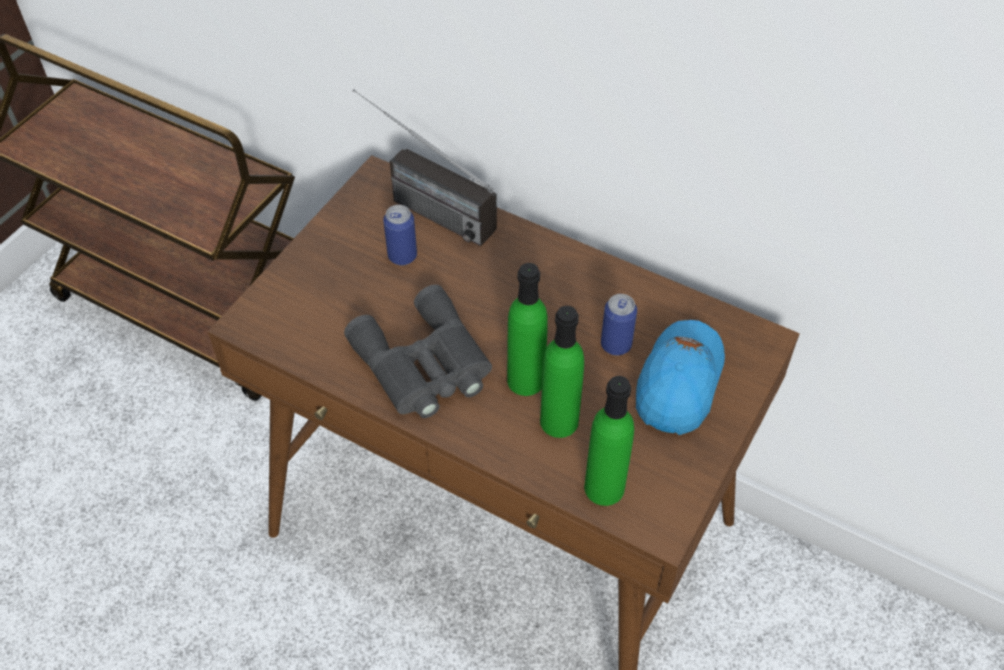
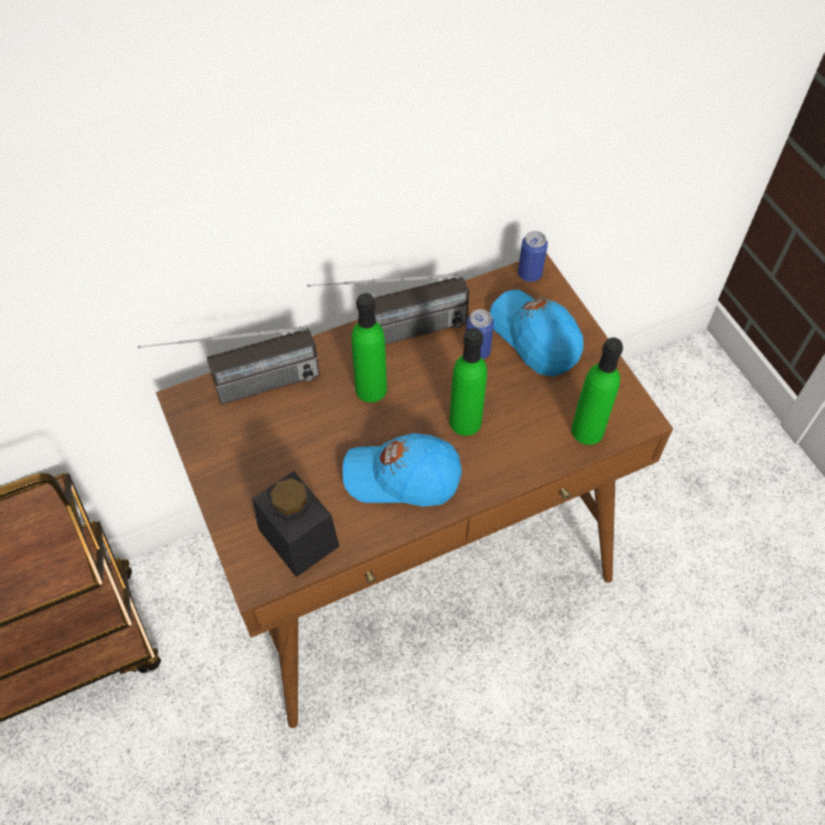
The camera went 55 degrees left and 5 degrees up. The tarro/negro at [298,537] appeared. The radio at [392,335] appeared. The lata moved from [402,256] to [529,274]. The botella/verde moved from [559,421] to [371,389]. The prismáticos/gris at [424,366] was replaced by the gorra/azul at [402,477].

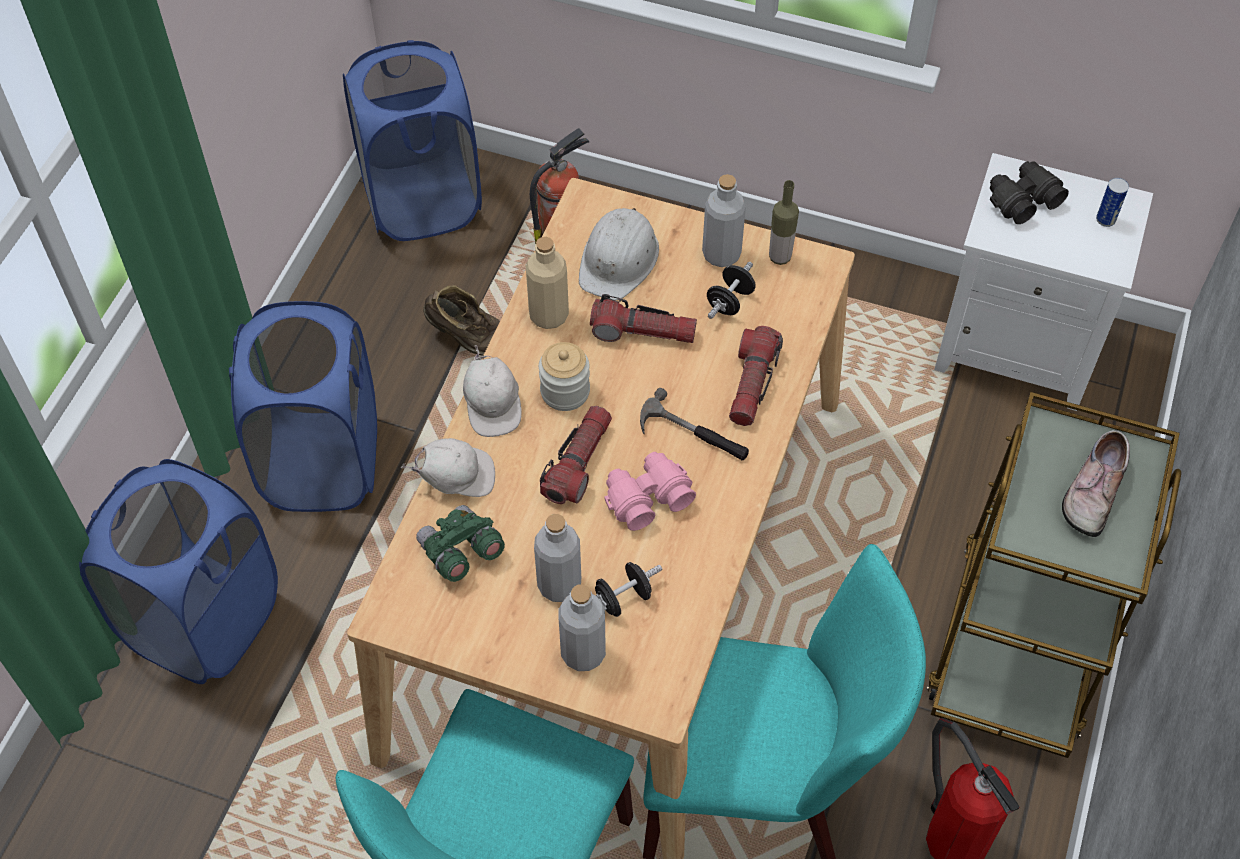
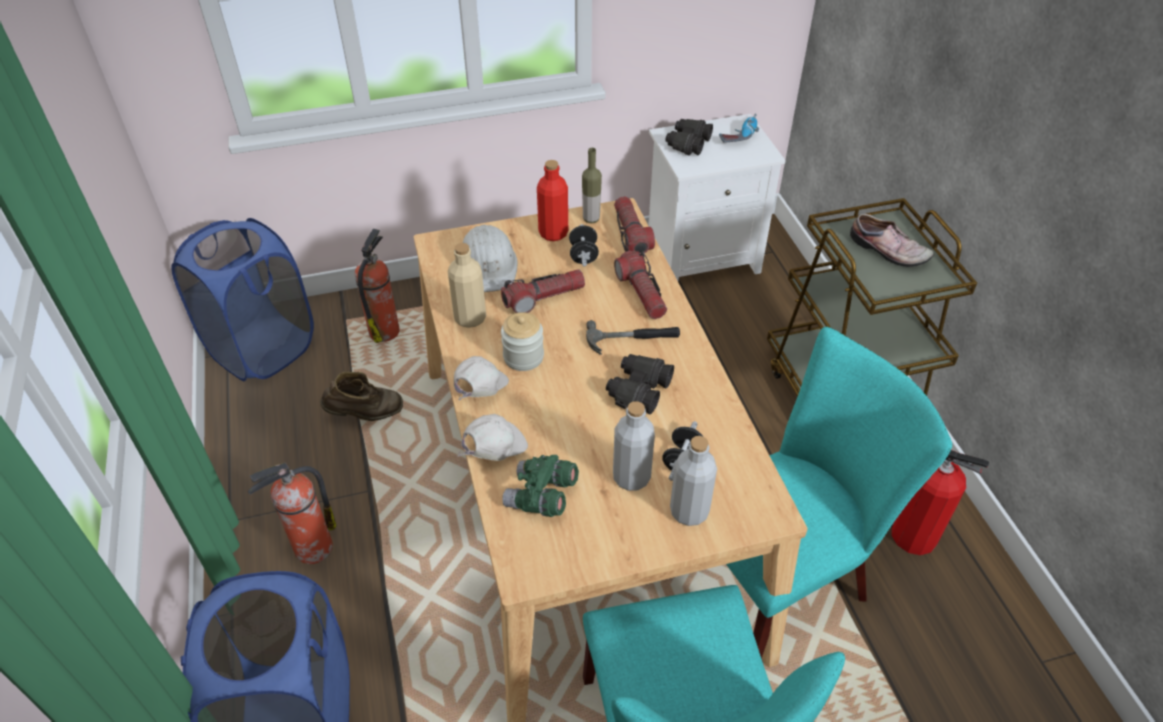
The camera went 35 degrees left and 10 degrees down. The linterna moved from [578,463] to [631,234]. The cesto de la ropa/azul at [322,462] was replaced by the extintor at [311,549]. The lata at [1105,220] was replaced by the taladro at [740,135]. The prismáticos/rosa at [646,497] became the prismáticos/negro at [638,390]. The botella/gris at [721,254] became the botella/rojo at [553,233]. The gorra/blanco at [493,405] turned 105 degrees counterclockwise. The zapato at [1091,491] turned 45 degrees counterclockwise.

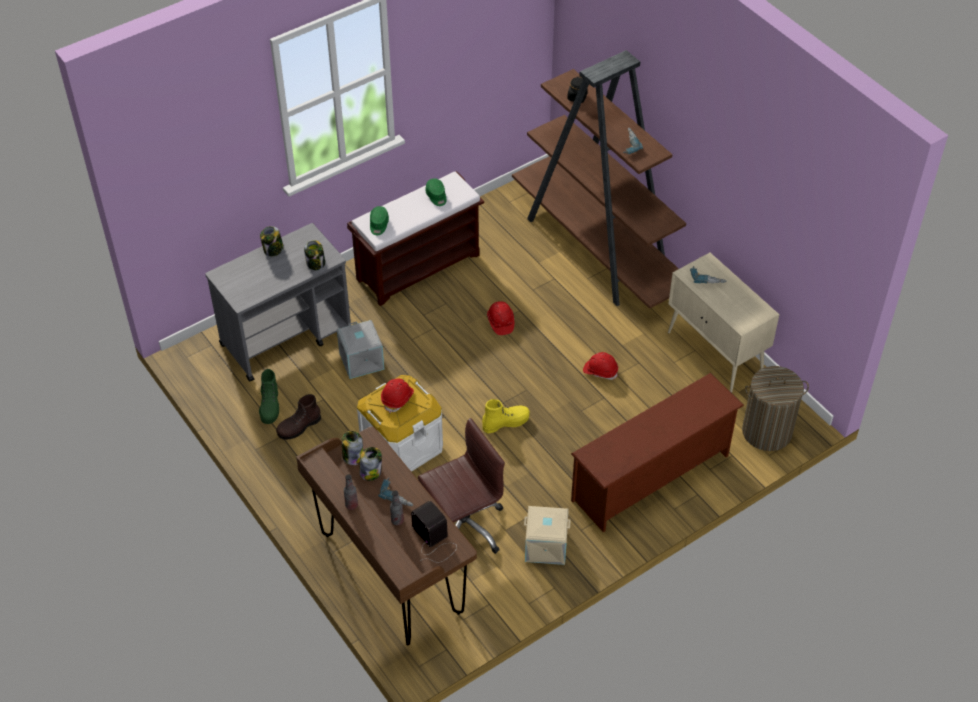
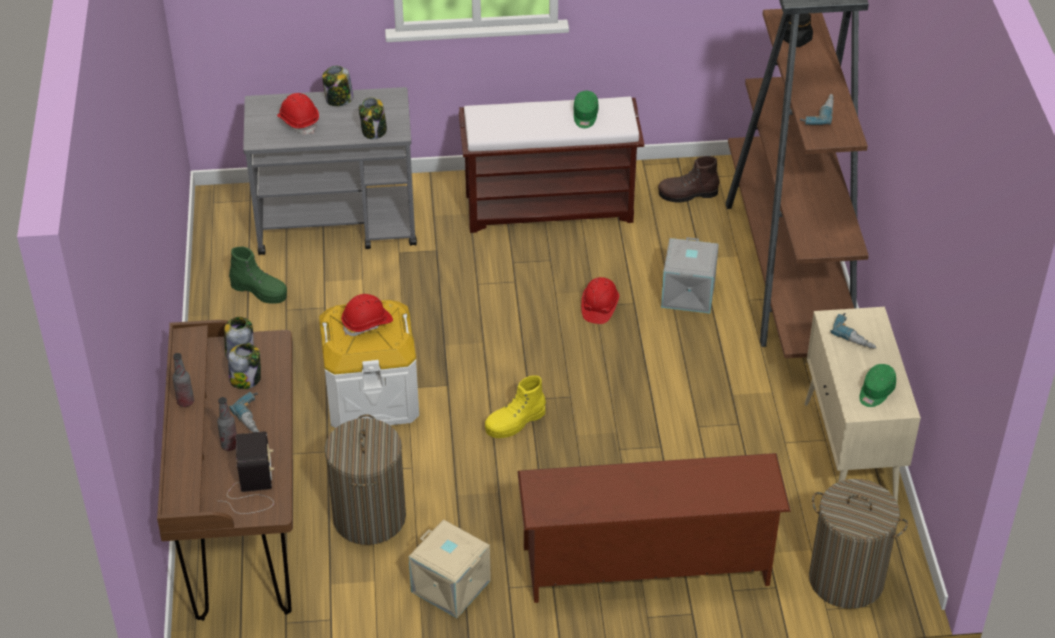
The camera went 30 degrees right and 5 degrees down. The bota/marrón moved from [299,427] to [687,194]. The caja de almacenaje/gris moved from [362,361] to [689,294]. The gorra/verde moved from [378,225] to [876,392]. The casco/rojo moved from [600,371] to [298,121]. The silla de oficina/marrón at [462,526] was replaced by the cesto de la ropa at [369,517]. The bota/verde at [270,407] turned 90 degrees counterclockwise. The bota/amarillo at [505,422] turned 135 degrees clockwise.

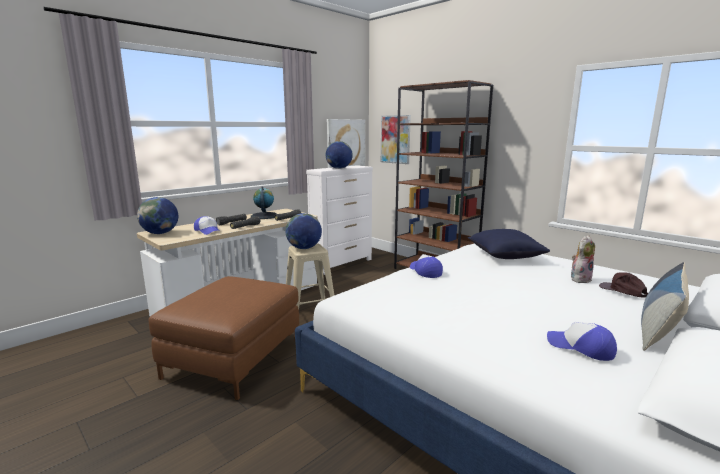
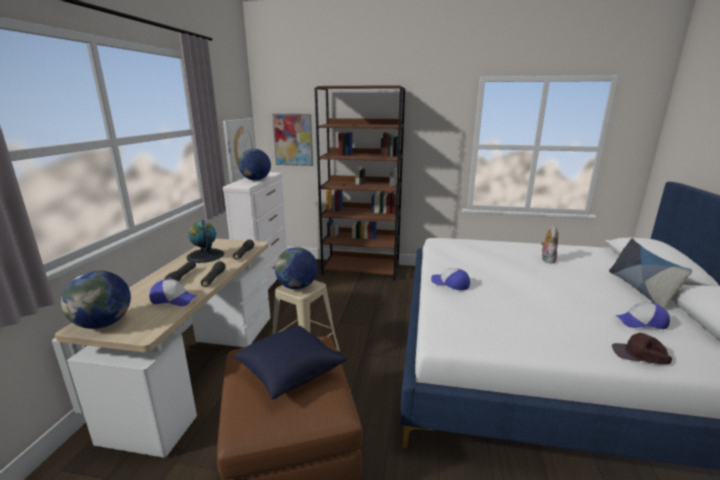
The camera went 35 degrees left and 5 degrees up. The cojín/azul moved from [505,255] to [289,372]. The gorra/marrón moved from [622,291] to [640,355].

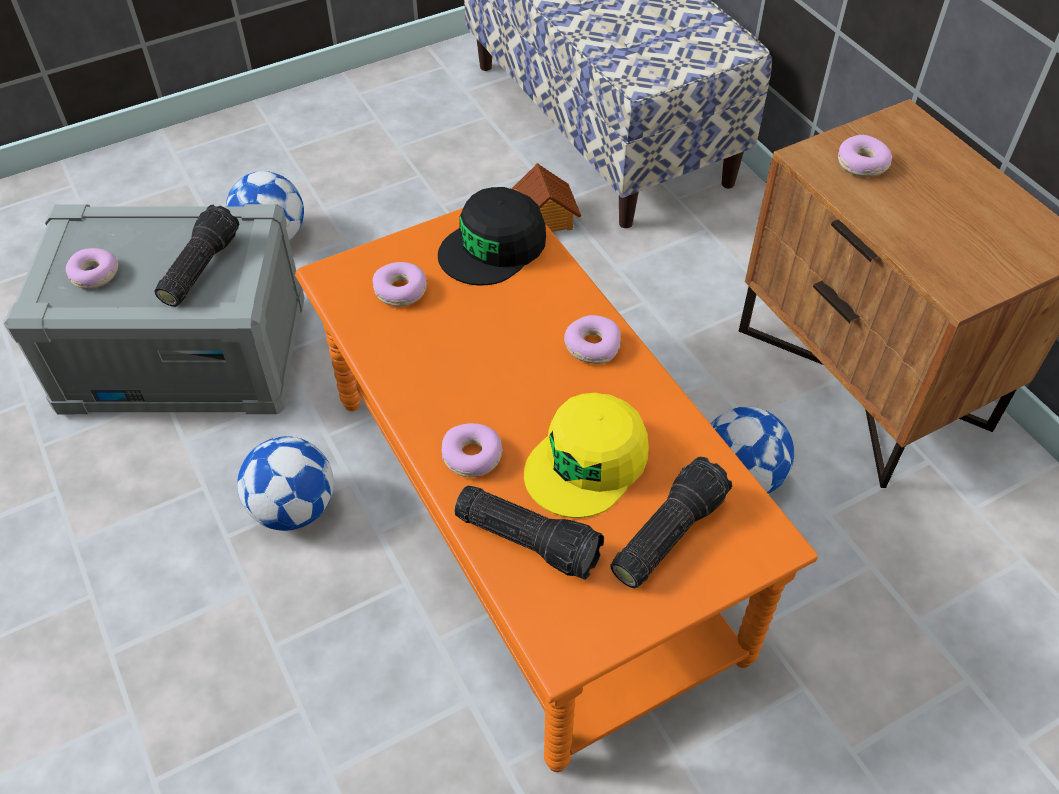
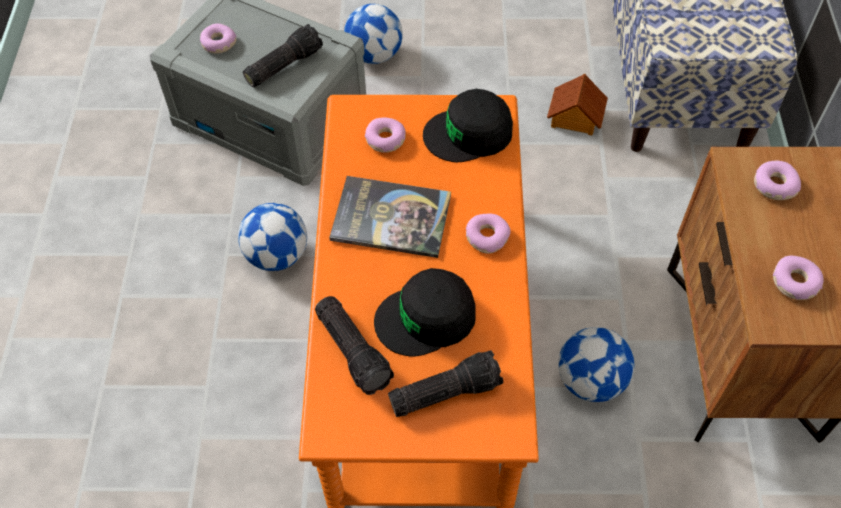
The camera went 30 degrees right and 5 degrees up. The libro at [391,217] appeared. The rosquilla moved from [472,456] to [795,283]. The gorra/amarillo at [587,463] became the gorra/negro at [426,318].

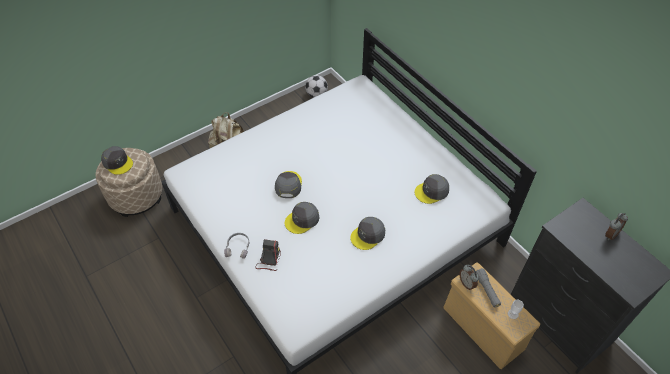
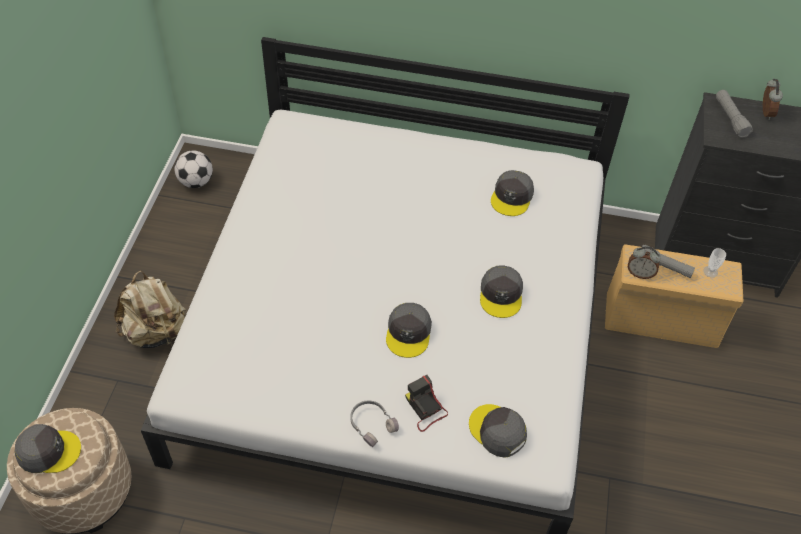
The camera went 45 degrees left and 0 degrees up. The linterna/gris at [730,118] appeared. The gorra/gris moved from [288,185] to [497,431].

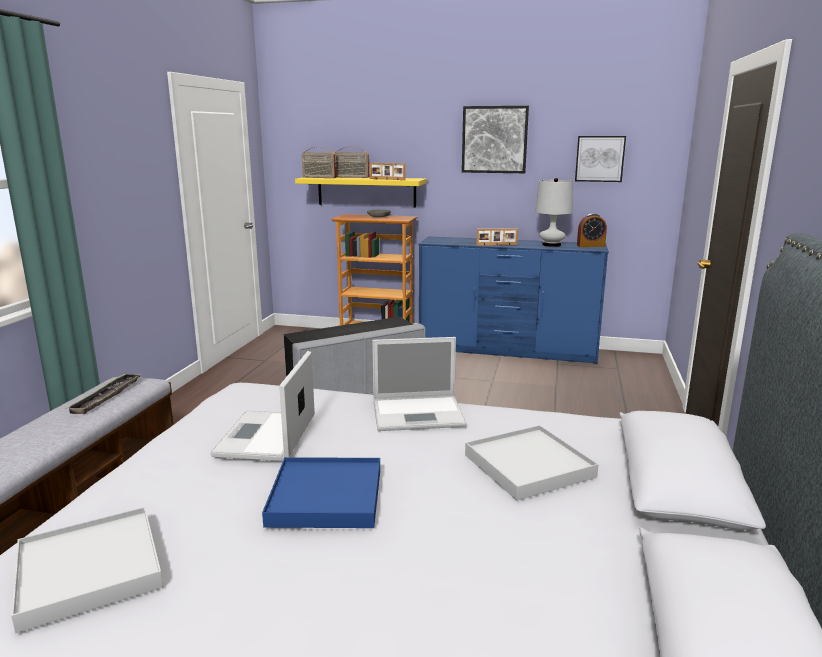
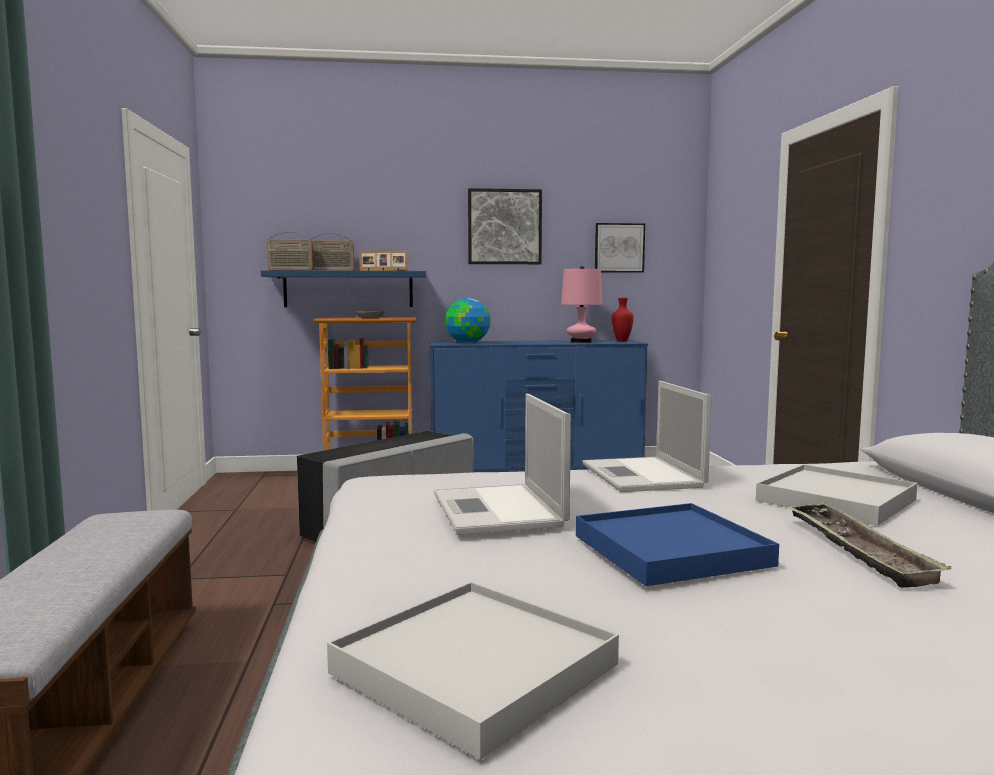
The camera went 20 degrees left and 10 degrees down. The portarretratos at [497,245] disappeared. The globo terráqueo at [467,343] appeared. The bandeja moved from [106,397] to [857,550]. The despertador at [590,246] was replaced by the florero/rojo at [622,341]. The estante/amarillo at [366,191] became the estante/azul at [348,289]. The lámpara de mesa/blanco at [551,245] became the lámpara de mesa/rosa at [581,342]. The portátil at [420,413] turned 105 degrees clockwise.

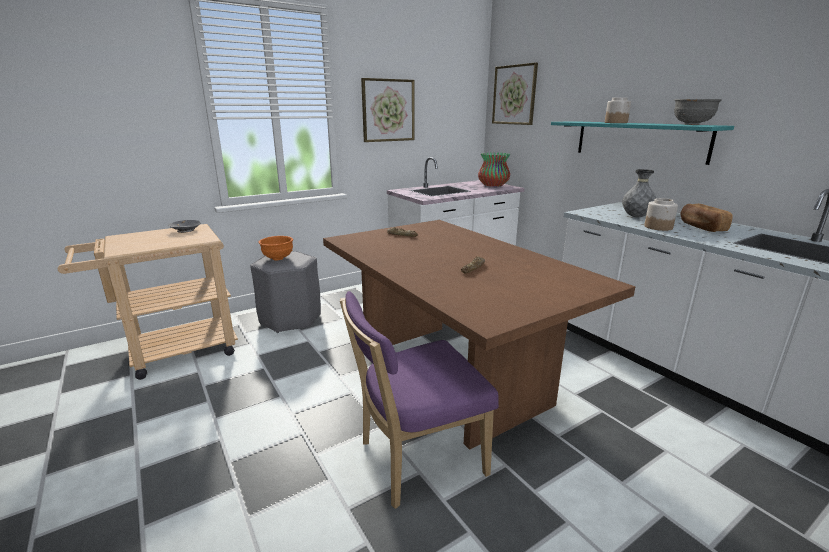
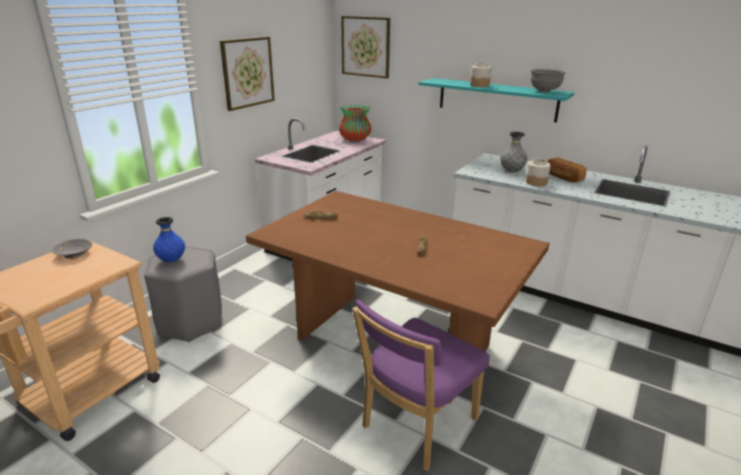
The camera went 25 degrees left and 5 degrees up. The cuenco/naranja at [277,258] was replaced by the florero/azul at [171,260].

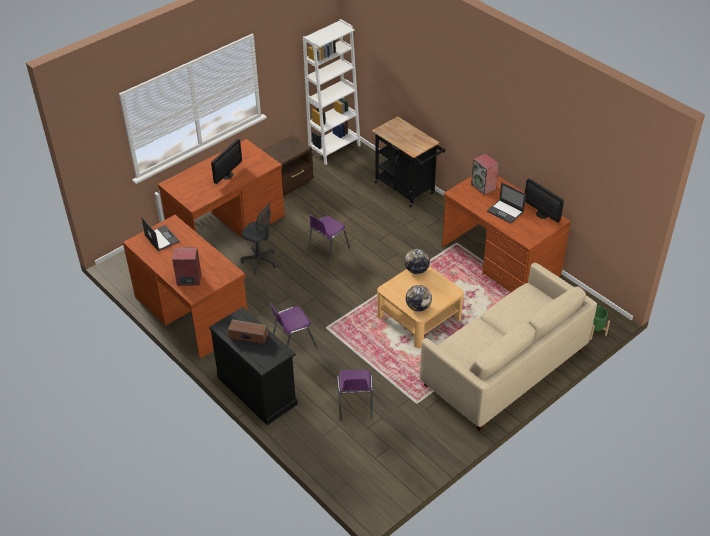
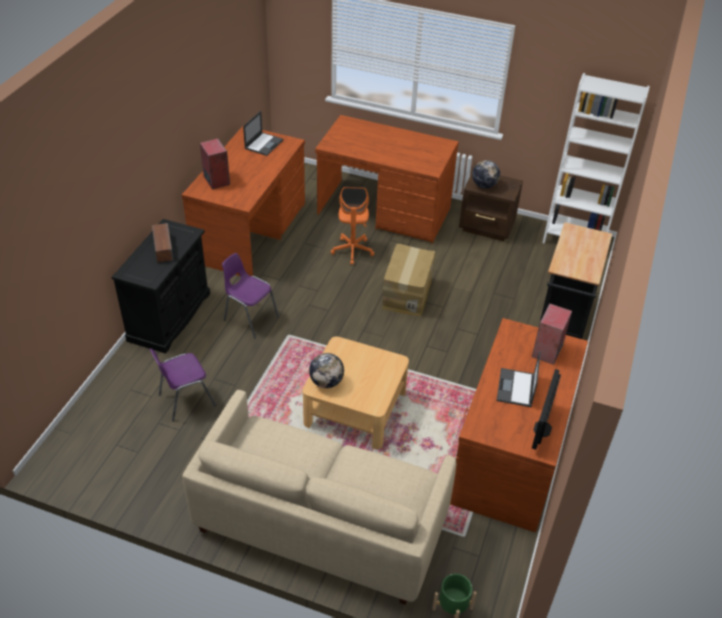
The camera went 60 degrees right and 0 degrees up. The monitor at [227,175] disappeared. The globo terráqueo moved from [416,270] to [484,185]. The silla/morado at [327,251] was replaced by the caja de cartón at [406,293]. The silla de oficina/gris at [260,261] became the silla de oficina/naranja at [352,251].

